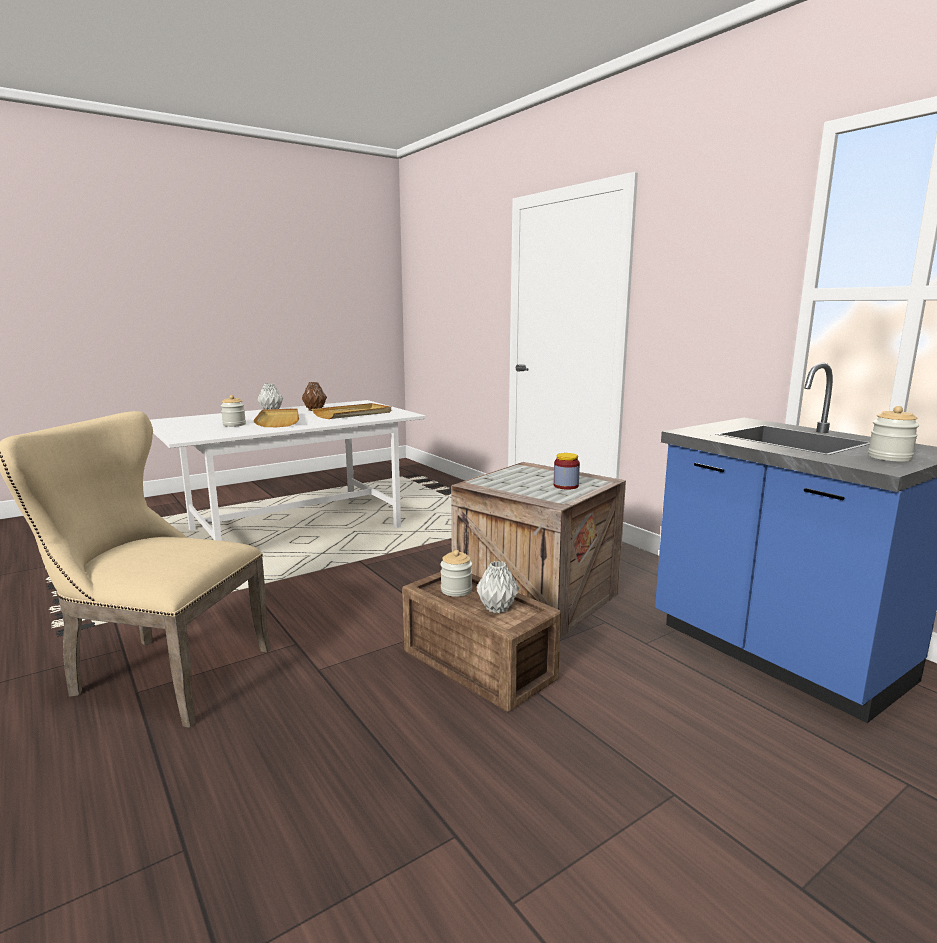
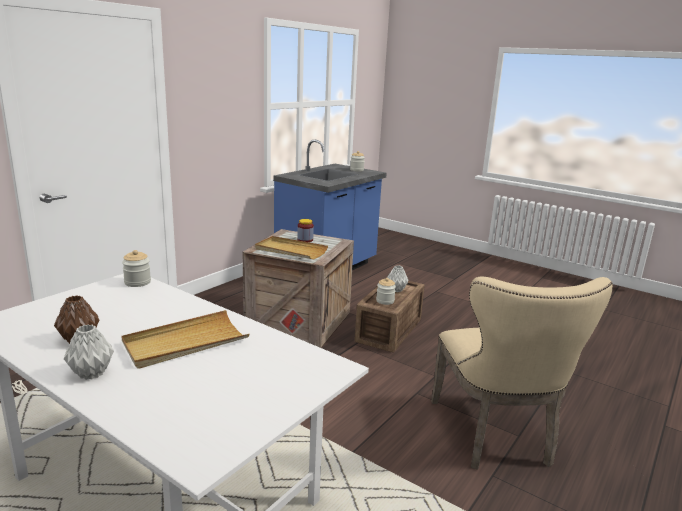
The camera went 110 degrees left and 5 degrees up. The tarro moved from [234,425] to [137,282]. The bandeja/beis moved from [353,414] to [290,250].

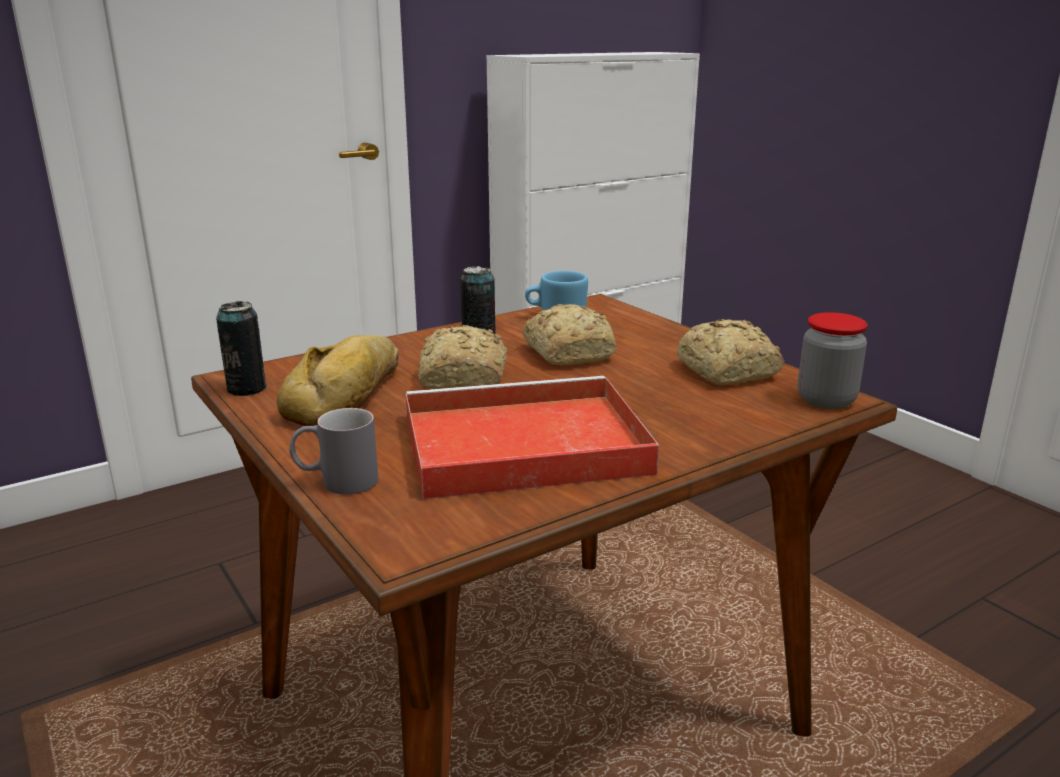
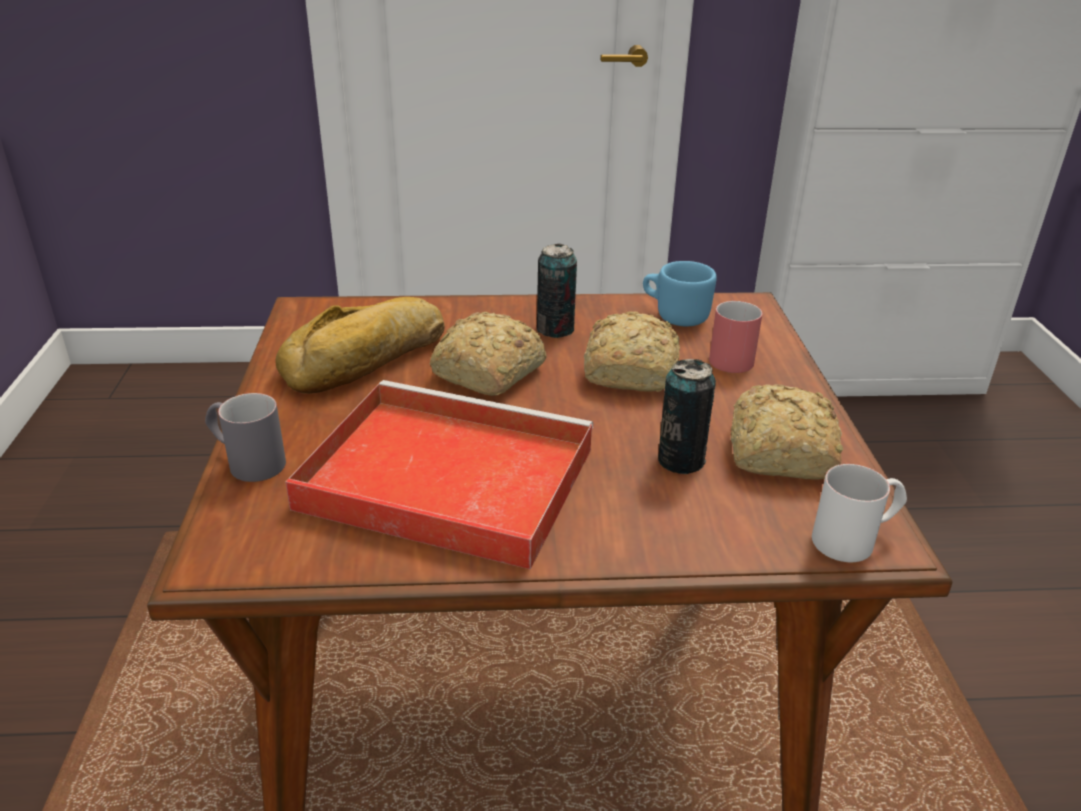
The camera went 30 degrees right and 10 degrees up. The taza grande/rojo at [735,357] appeared. The lata moved from [246,389] to [680,460]. The tarro at [826,400] was replaced by the taza grande/blanco at [855,539].

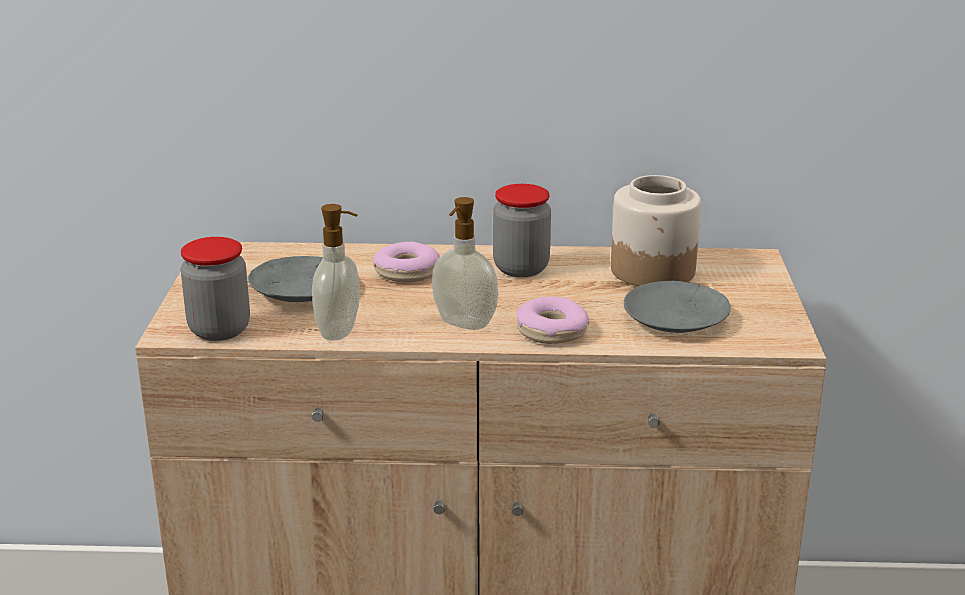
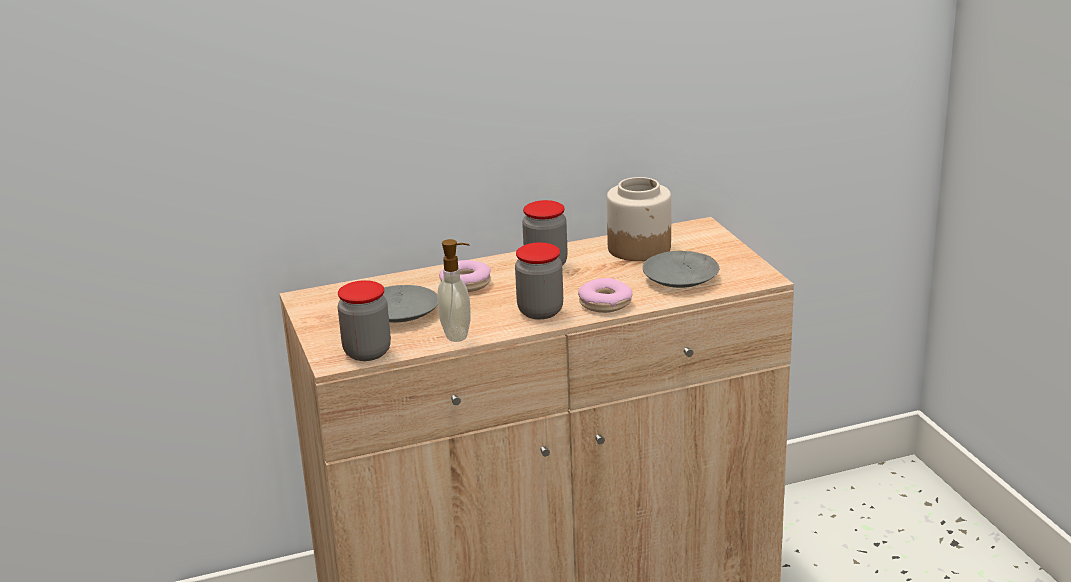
The camera went 20 degrees left and 0 degrees up. The dispensador de jabón at [463,324] was replaced by the tarro at [540,311].

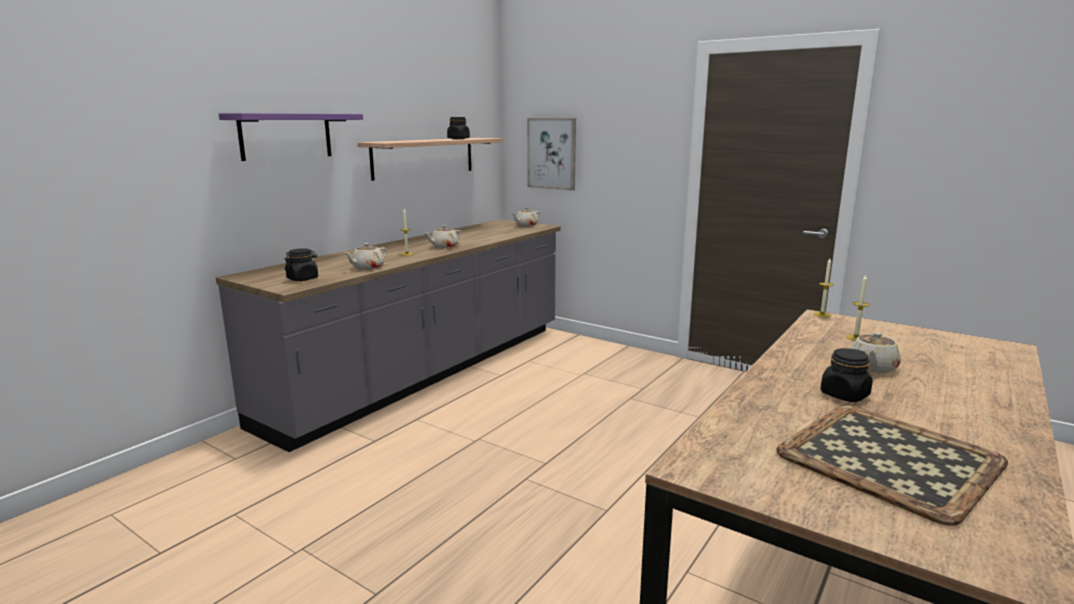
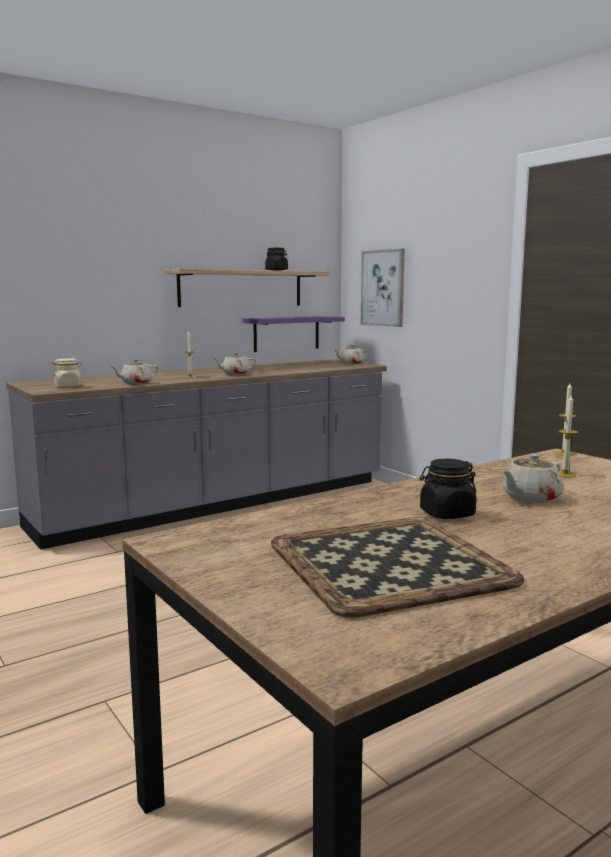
The camera went 20 degrees right and 5 degrees down. The estante/morado moved from [286,136] to [286,333]. The tarro/negro at [303,279] became the tarro/beis at [68,386].

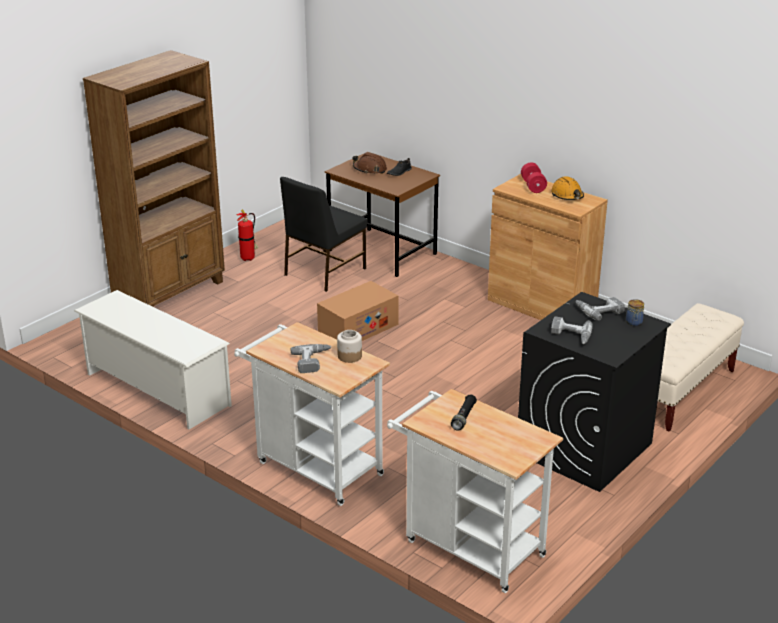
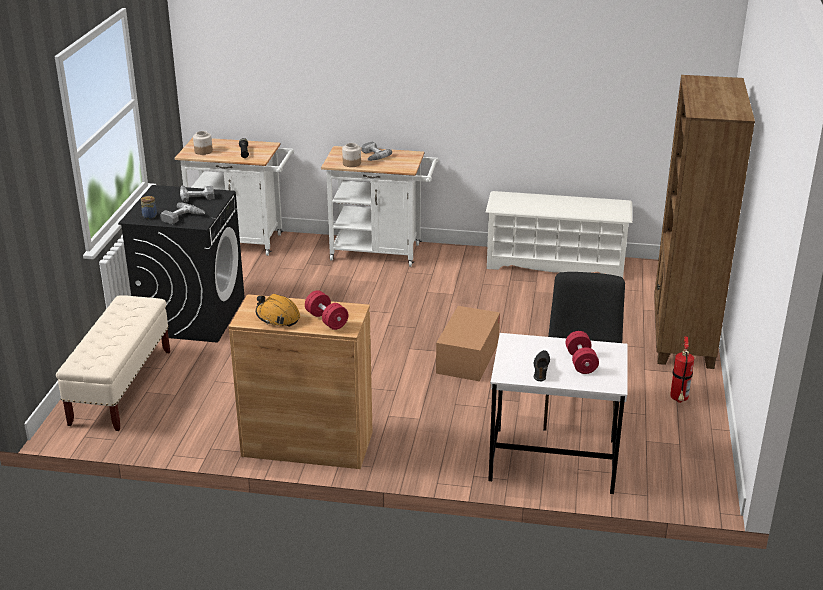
The camera went 150 degrees right and 0 degrees up. The tarro at [203,151] appeared. The casco/marrón at [369,169] was replaced by the mancuerna/rojo at [581,362]. The escritorio/marrón at [383,252] became the escritorio/blanco at [552,461].

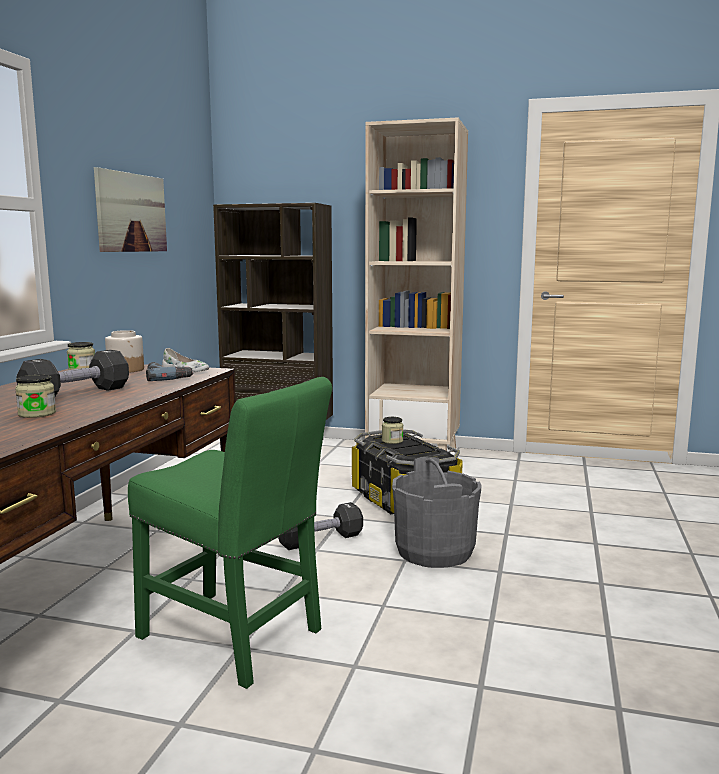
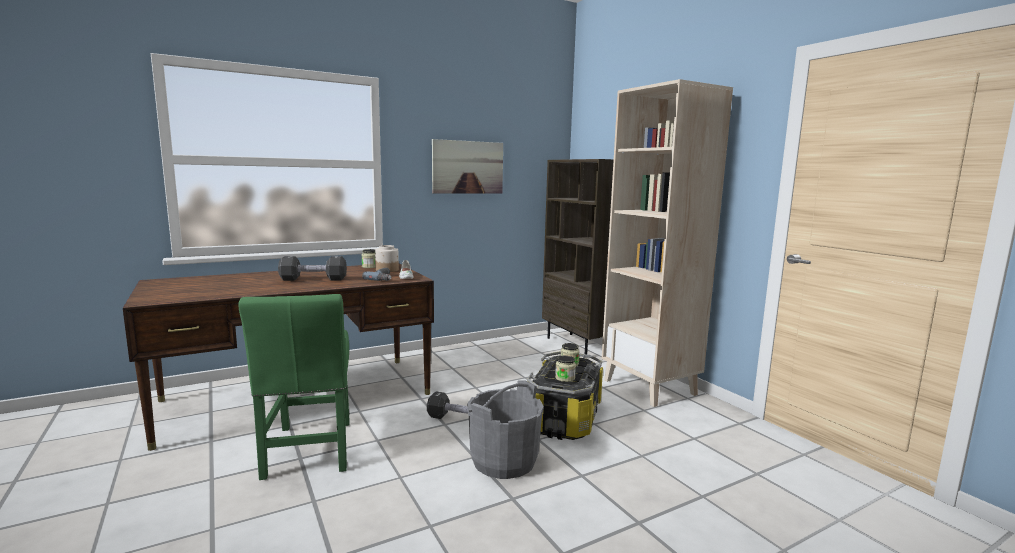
The camera went 45 degrees right and 0 degrees up. The tarro moved from [37,414] to [565,378].

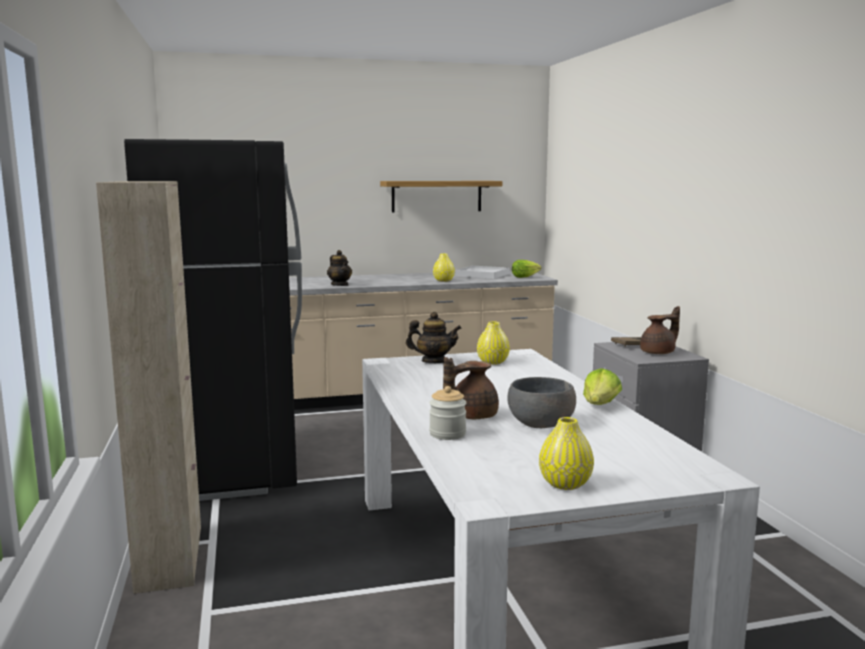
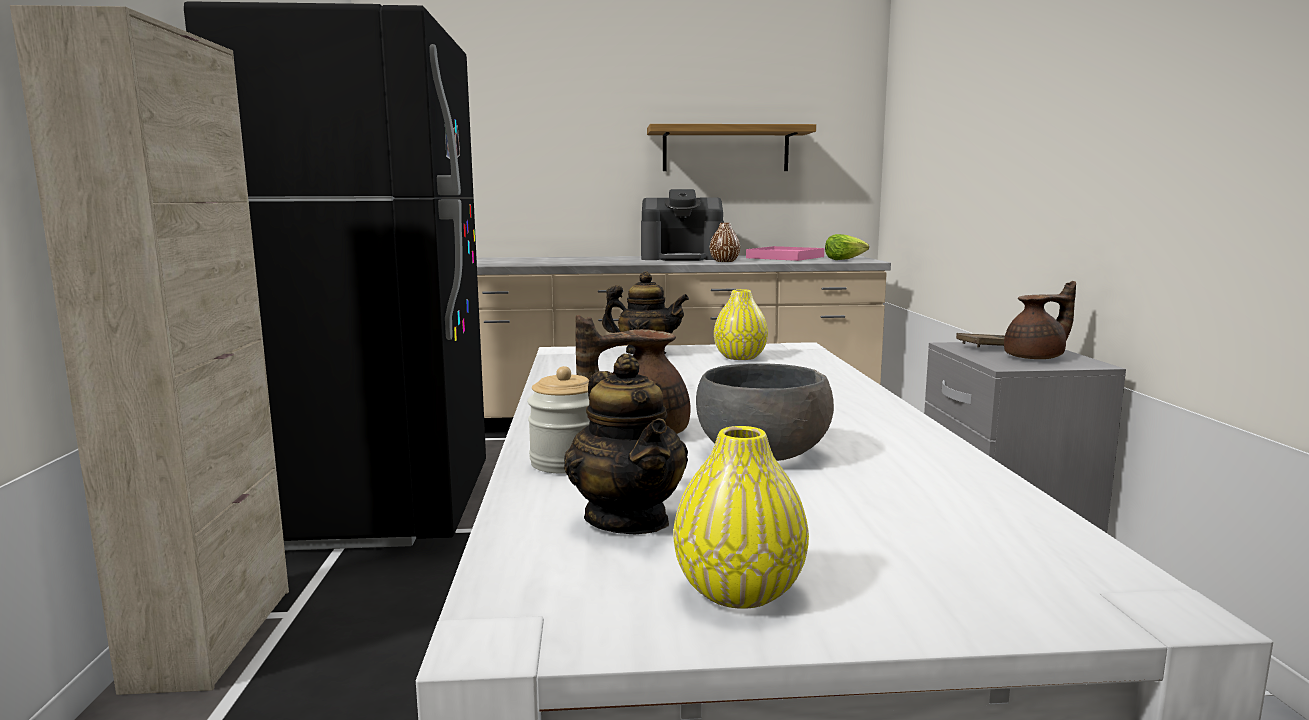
The camera went 10 degrees right and 0 degrees up. The lechuga at [600,405] disappeared. The cafetera at [682,258] appeared. The tetera moved from [340,285] to [628,519]. The florero/amarillo at [443,281] became the florero/marrón at [724,261]. The bandeja/blanco at [482,275] became the bandeja/rosa at [785,257].

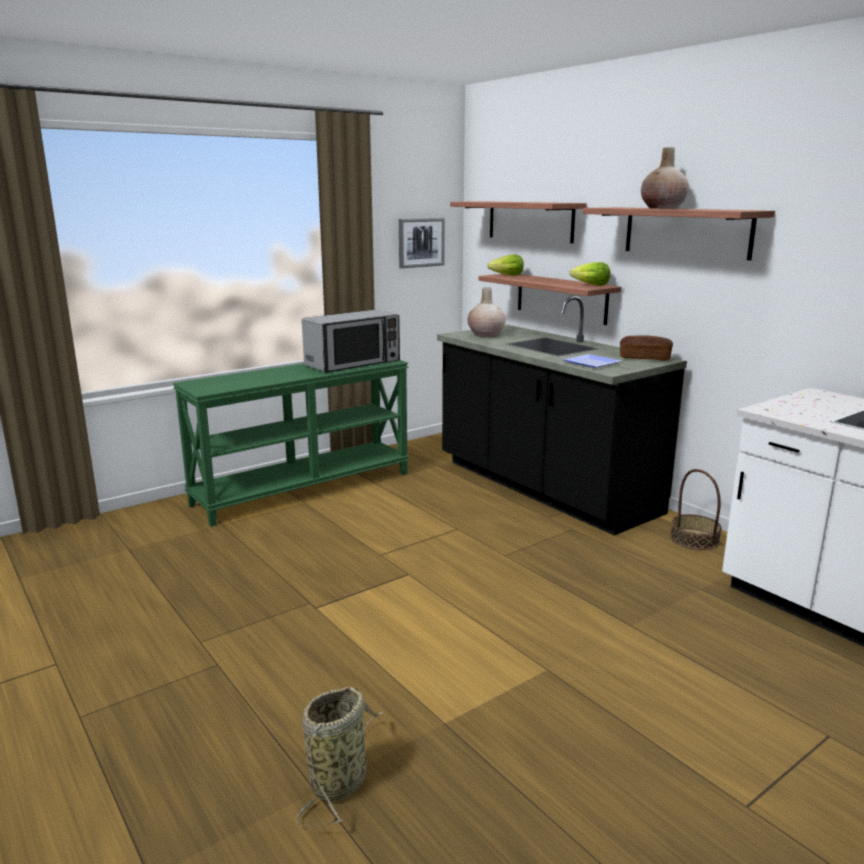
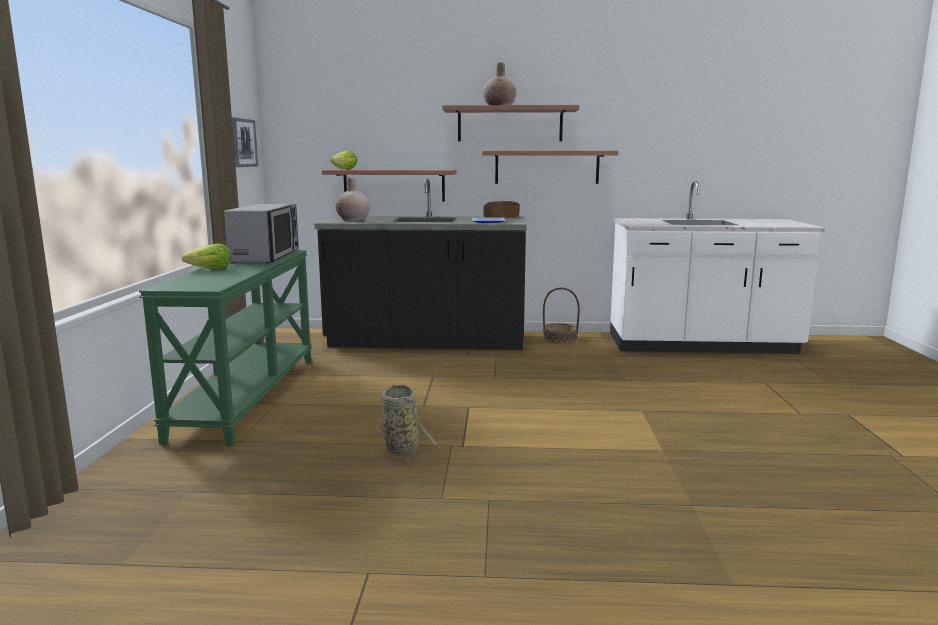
The camera went 50 degrees left and 5 degrees down. The cesta moved from [340,780] to [400,448]. The estante moved from [530,221] to [547,167]. The lechuga moved from [590,285] to [210,269].

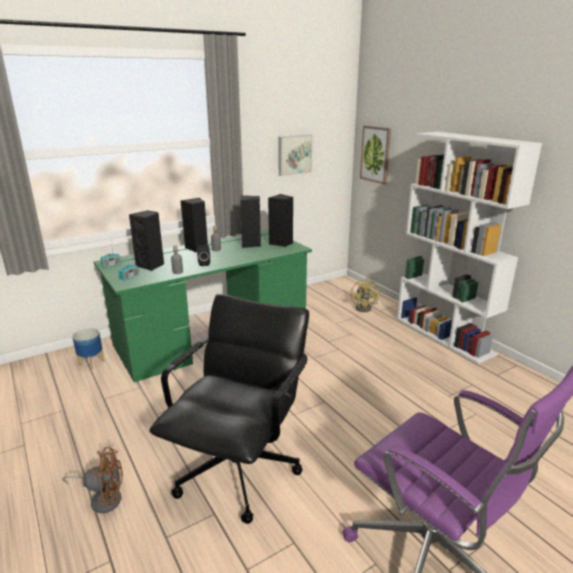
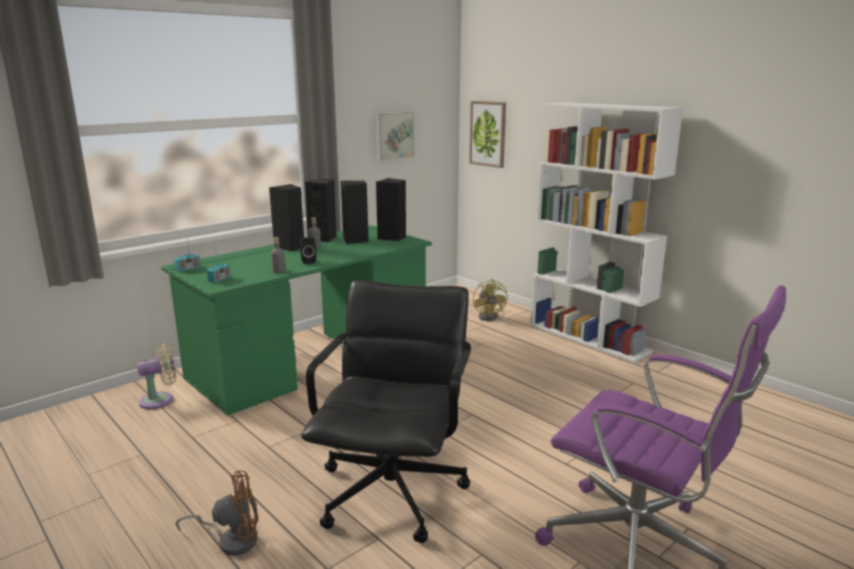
The camera went 10 degrees left and 5 degrees down. The altavoz/negro moved from [151,266] to [324,238]. The maceta at [91,363] was replaced by the ventilador/beis at [160,400].

